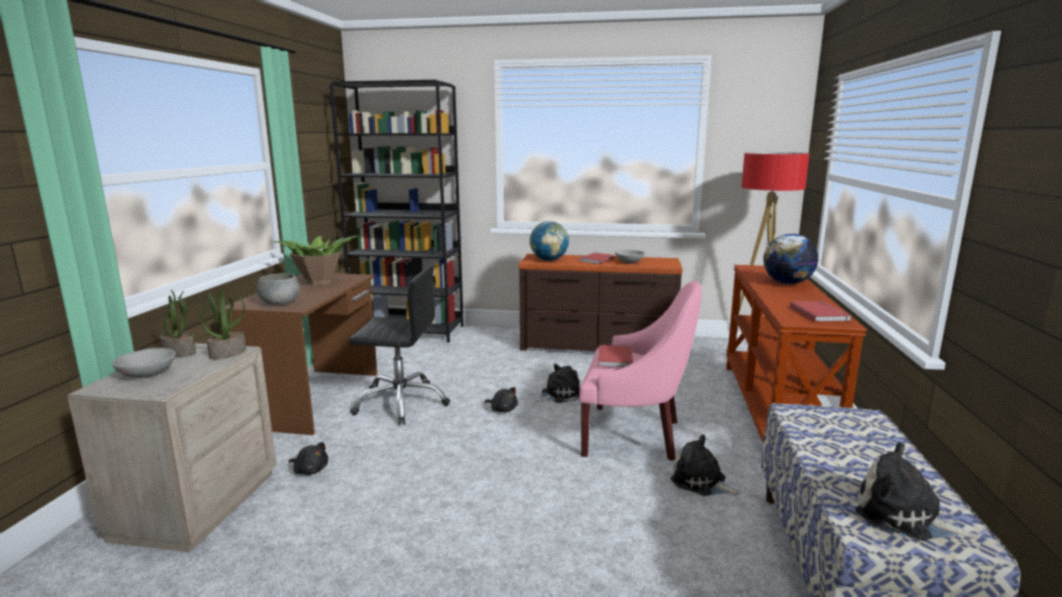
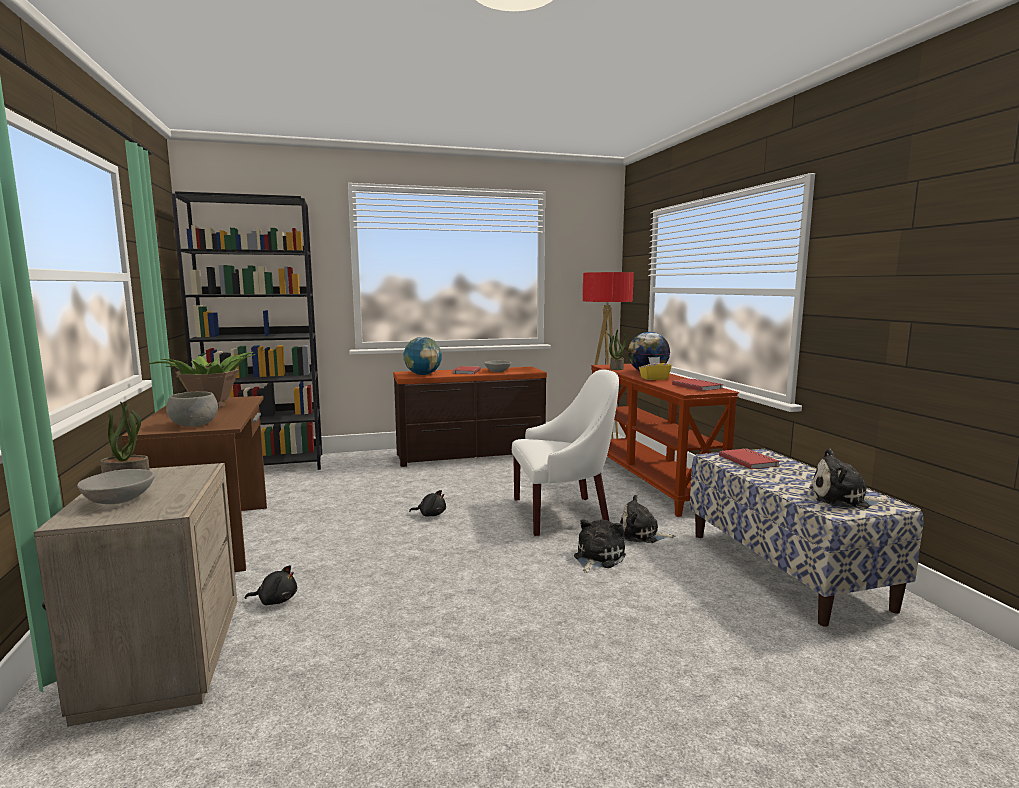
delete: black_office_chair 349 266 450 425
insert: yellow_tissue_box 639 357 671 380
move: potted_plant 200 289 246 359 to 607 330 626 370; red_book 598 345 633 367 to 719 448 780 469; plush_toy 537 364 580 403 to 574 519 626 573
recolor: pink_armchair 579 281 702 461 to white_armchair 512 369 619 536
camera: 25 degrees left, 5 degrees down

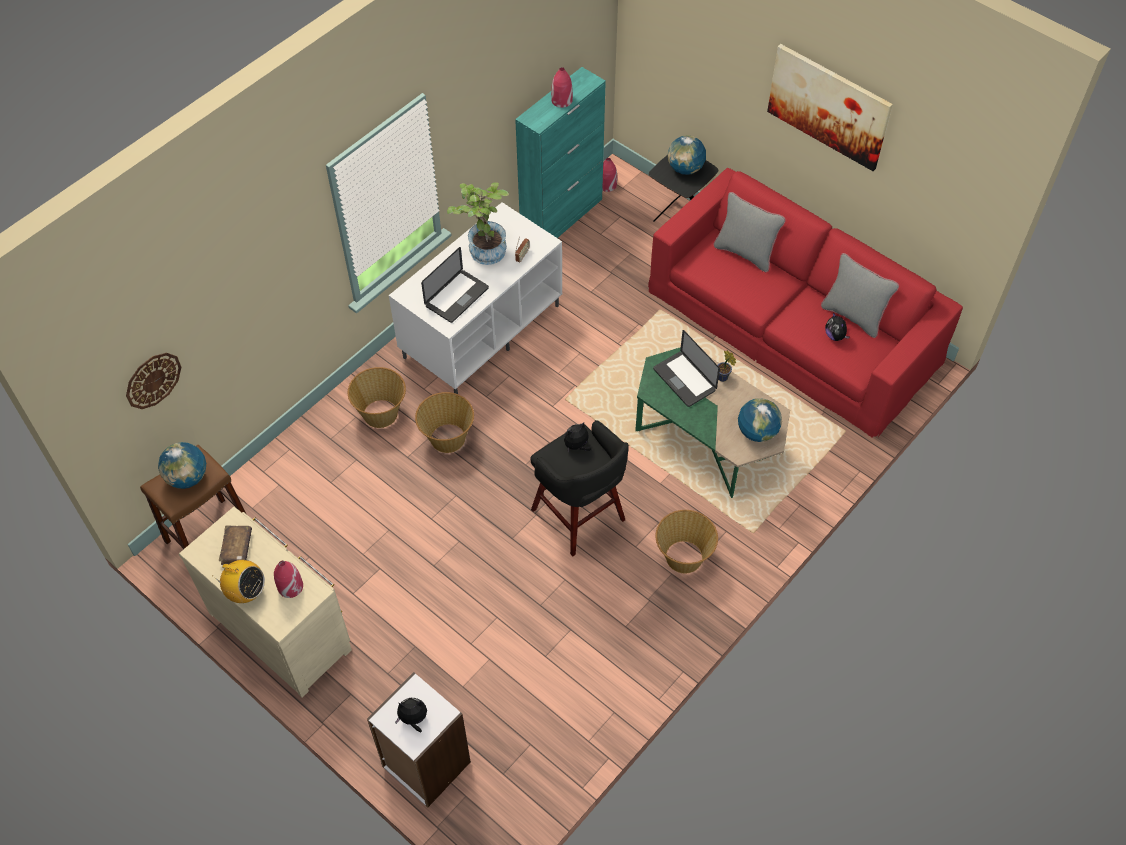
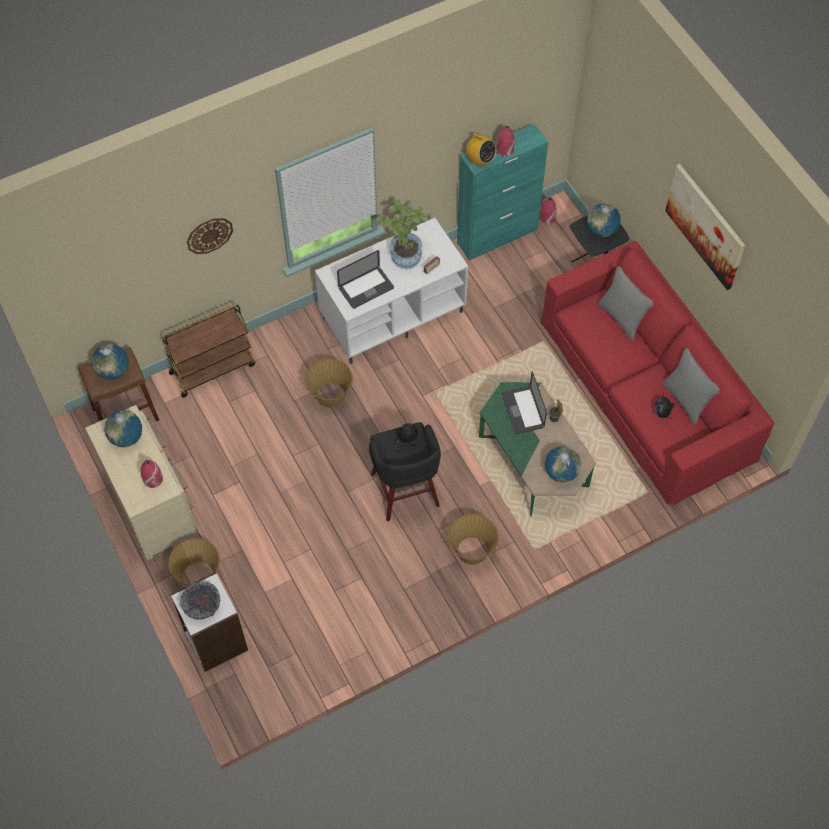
insert: brown_cart 162 305 255 398
move: wall_clock 126 352 181 409 to 187 218 233 254; basket 348 367 406 428 to 168 538 220 586; radio 213 560 265 603 to 466 133 496 166
replace: brown_book 219 526 252 565 to globe 104 410 142 447; plush_toy 395 698 427 732 to bowl 180 581 220 619
camera: 20 degrees right, 5 degrees up

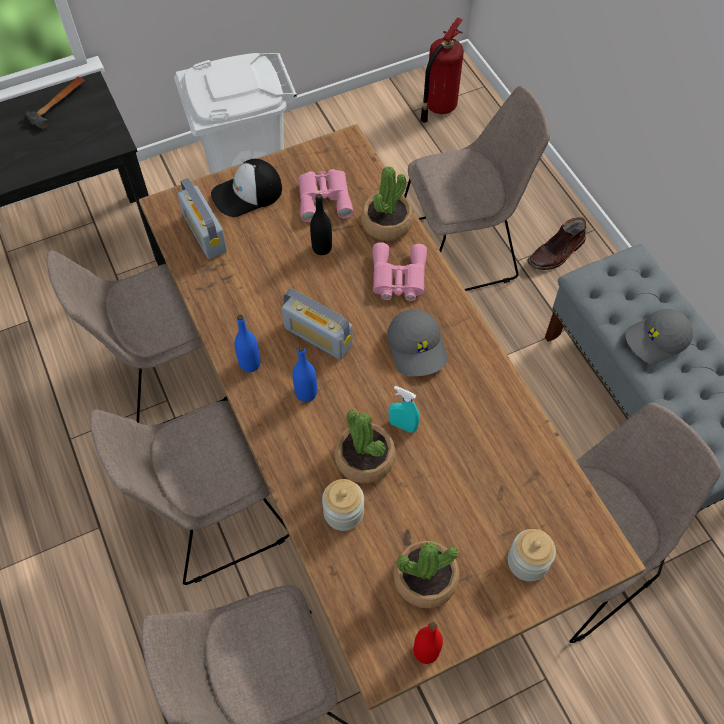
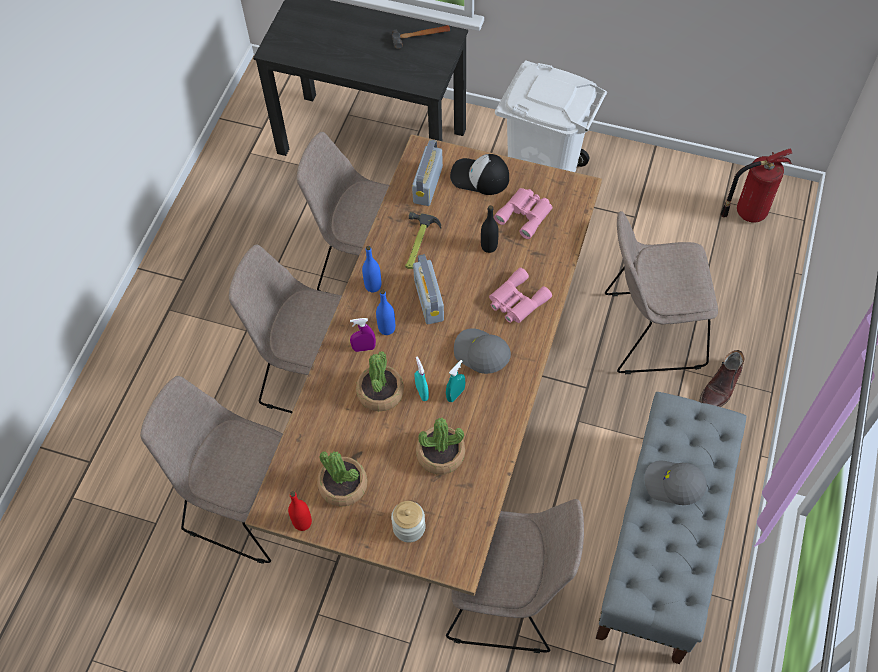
delete: jar 322 479 364 531
insert: hammer 405 212 441 269; purple_spray_bottle 350 318 376 352; turquoise_spray_bottle 446 360 465 402
move: potted_plant 361 166 413 241 to 416 418 465 474
rotate: beige_chair 404 86 550 291 = 605 211 718 374 150 degrees clockwise; brown_boot 527 217 586 270 = 699 350 744 407 60 degrees counterclockwise; grey_cap 387 309 448 376 = 454 328 511 374 105 degrees clockwise
camera: 45 degrees right, 0 degrees up

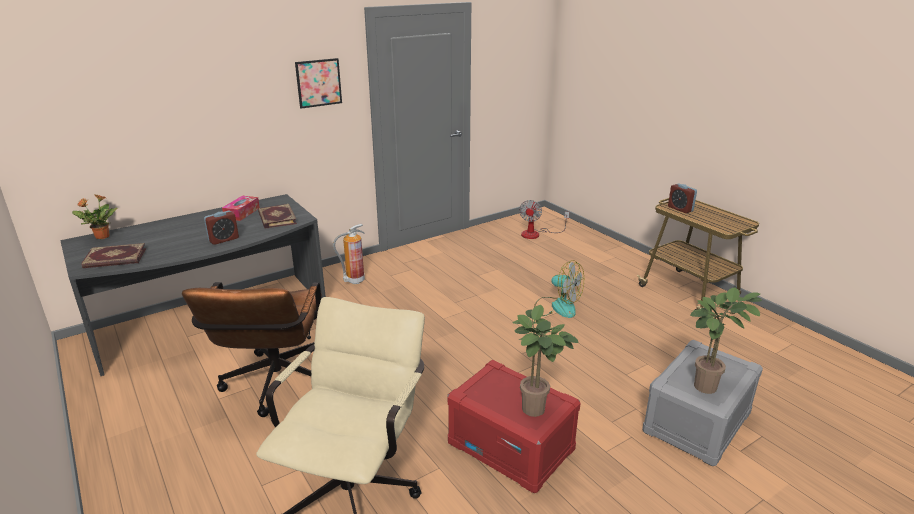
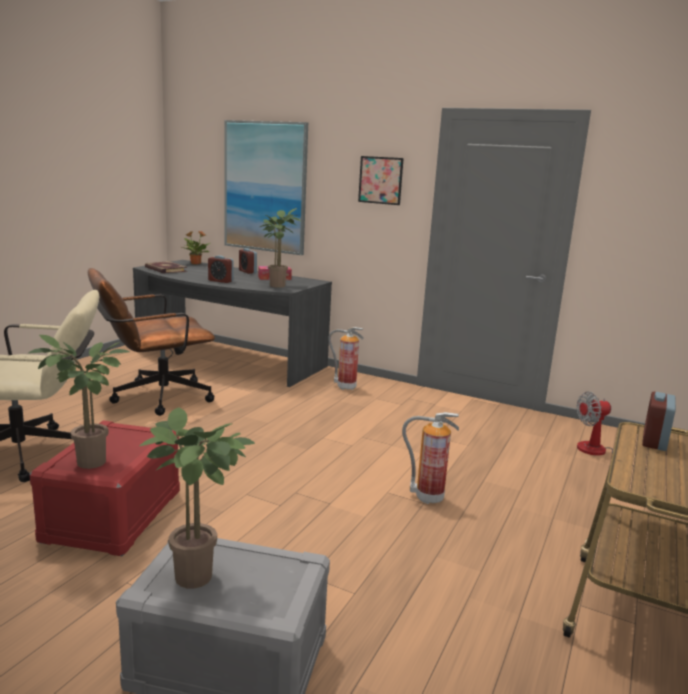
insert: picture 224 120 308 255; alarm_clock 239 248 257 274
replace: book 258 204 297 229 to potted_plant 260 208 301 288; fan 534 260 584 318 to fire_extinguisher 402 412 459 504
camera: 60 degrees right, 10 degrees down

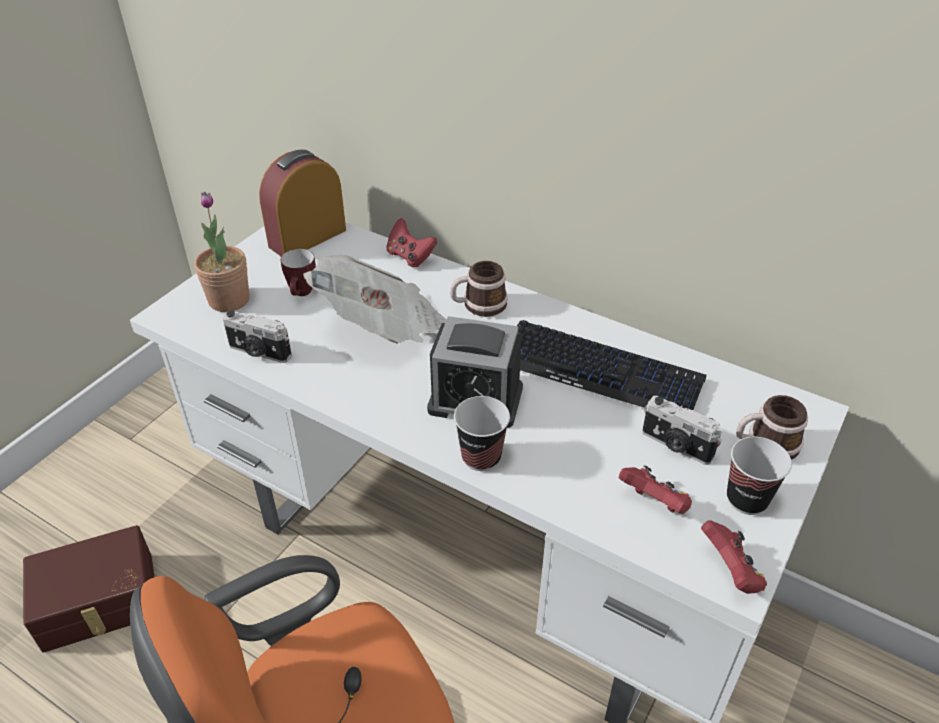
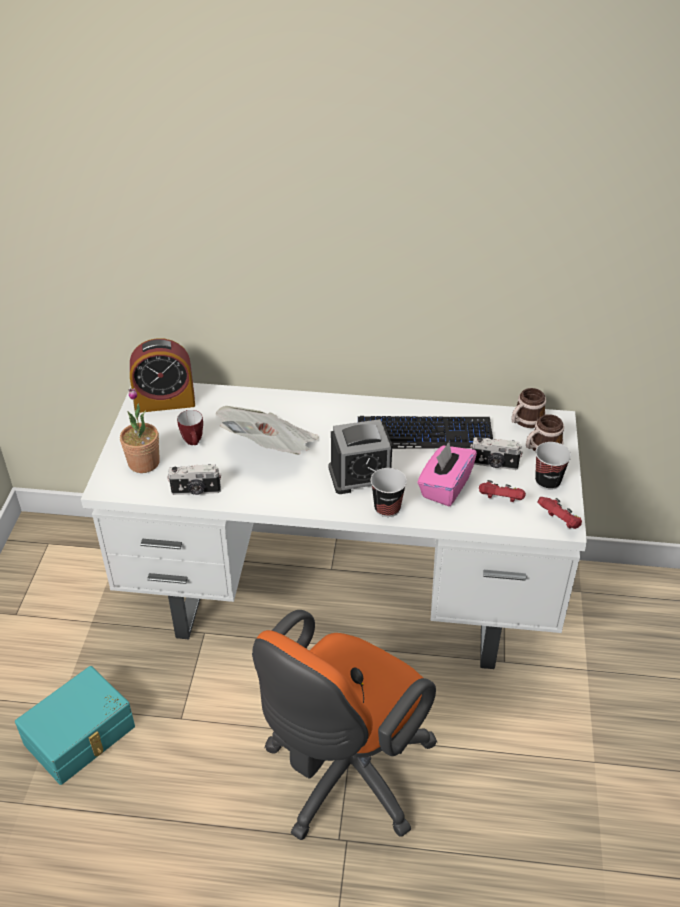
delete: red_game_controller 386 218 437 267
insert: pink_tissue_box 417 442 477 506
move: mug 450 261 508 317 to 511 388 546 428
recolor: brown_storage_box 23 525 154 653 to turquoise_storage_box 15 666 135 785
rotate: alarm_clock 259 150 346 257 = 130 338 195 413 120 degrees counterclockwise
camera: 25 degrees left, 0 degrees up

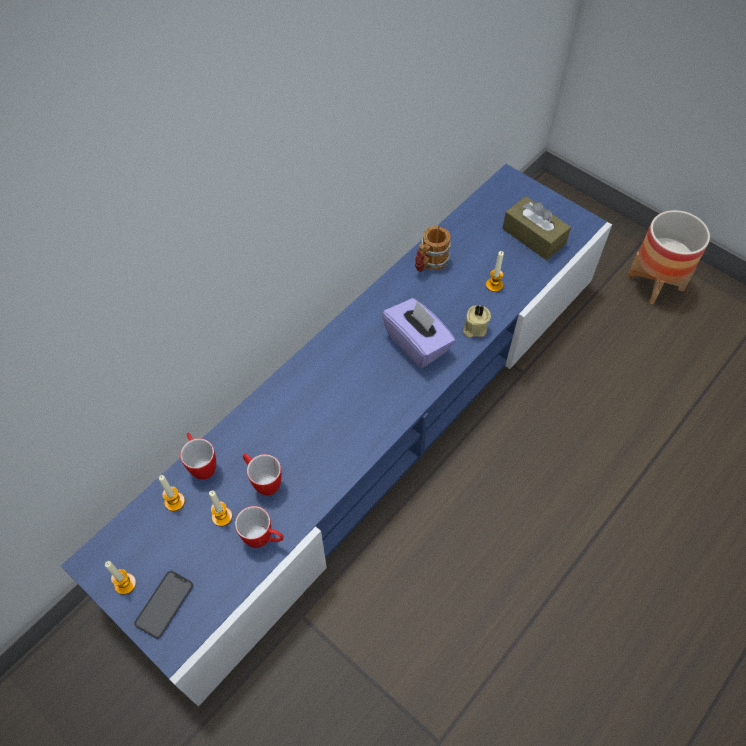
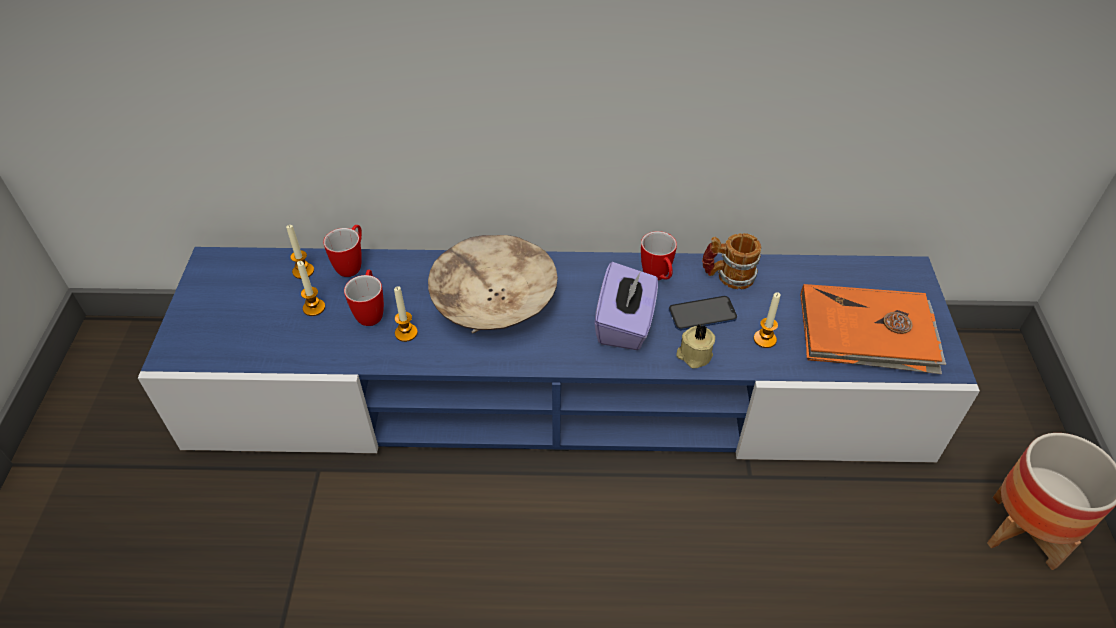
insert: beige_bowl 428 235 558 334
move: mug 235 506 284 548 to 641 231 677 280; candle 105 561 136 595 to 394 286 418 342; phone 134 571 193 639 to 669 296 737 331
replace: brown_tissue_box 502 196 571 260 to orange_book 800 284 946 374
camera: 50 degrees right, 10 degrees down

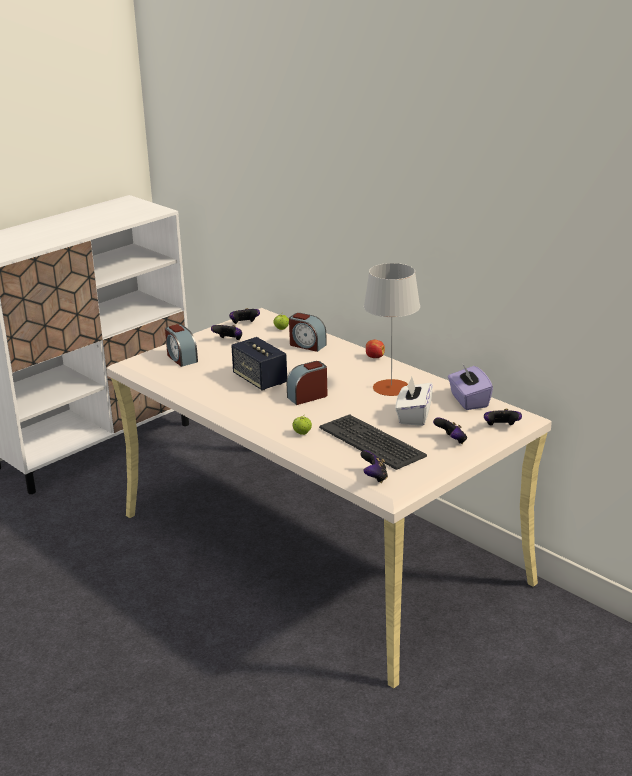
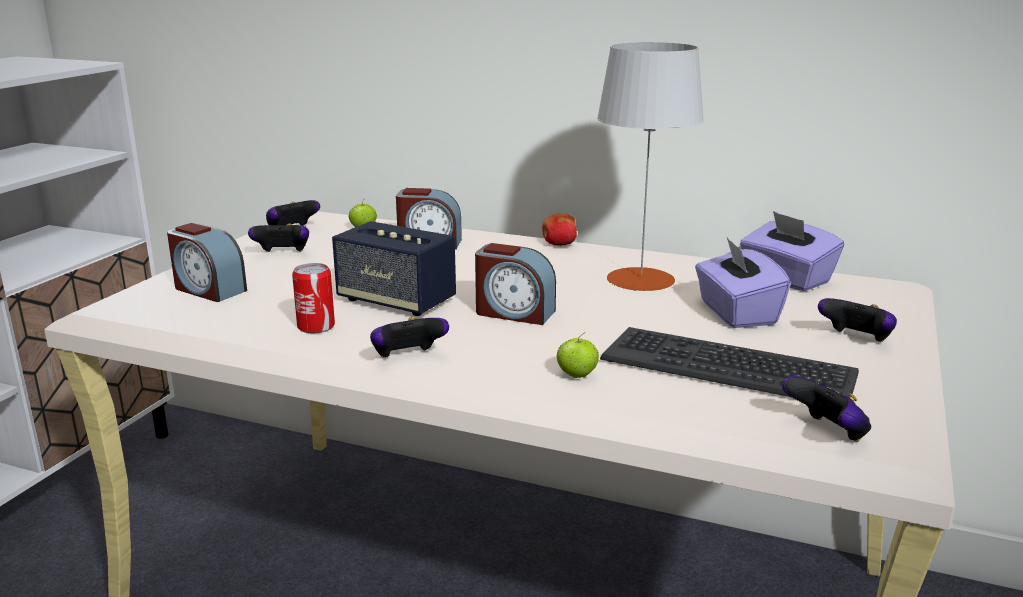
insert: can 292 263 335 333
move: game_controller 484 409 522 426 to 370 316 449 358
recolor: white_tissue_box 396 377 433 426 to purple_tissue_box 695 238 791 328
rotate: alarm_clock 286 361 328 405 = 475 243 556 325 105 degrees counterclockwise
camera: 25 degrees left, 5 degrees down

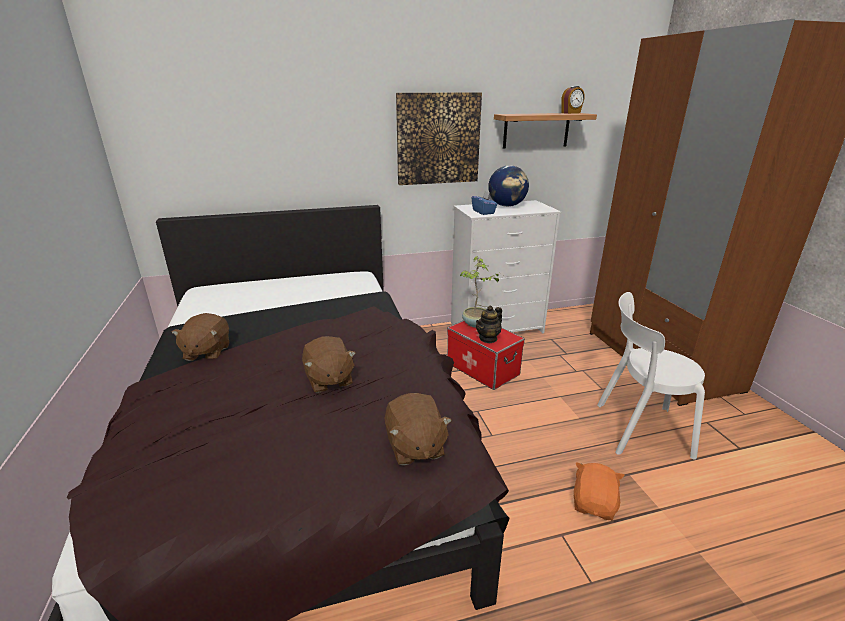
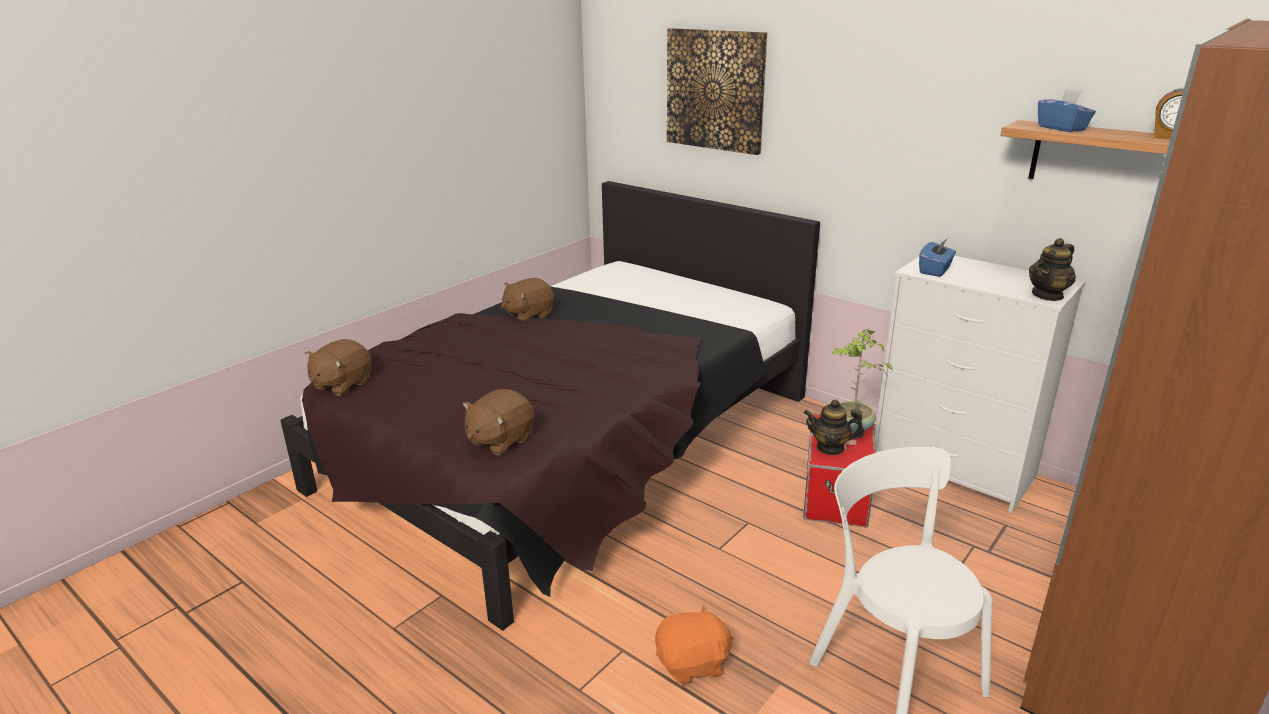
delete: globe 488 165 529 207
insert: blue_tissue_box 1038 89 1096 132; teapot 1029 238 1076 301
move: picture 396 92 482 185 to 667 28 767 155; brown_plush_toy 302 336 356 393 to 305 339 372 396
camera: 55 degrees right, 0 degrees up

